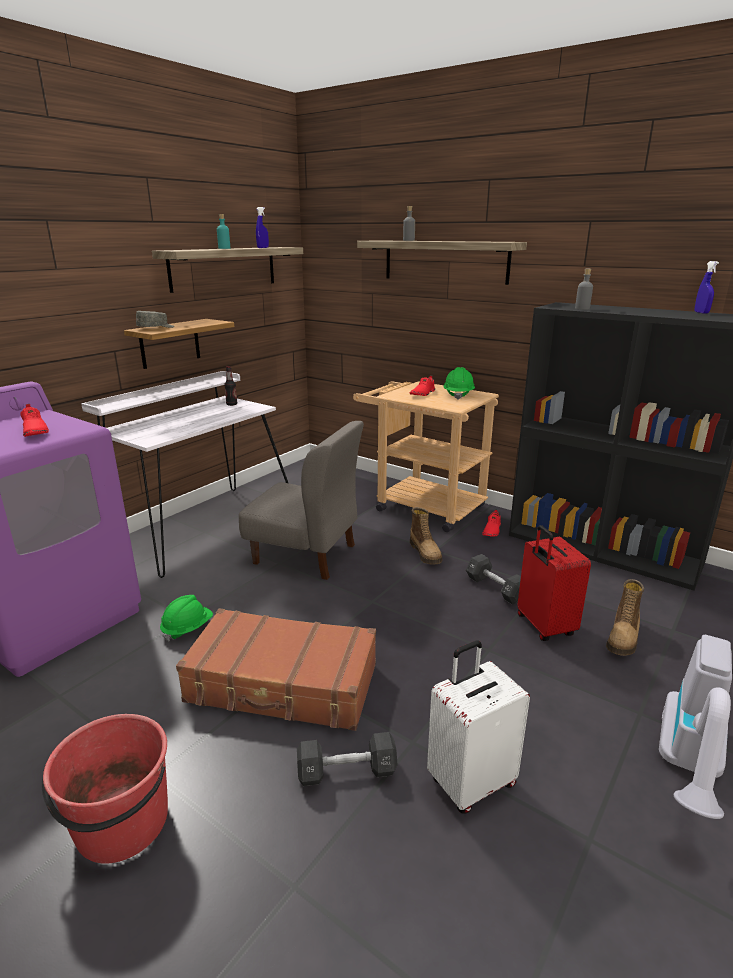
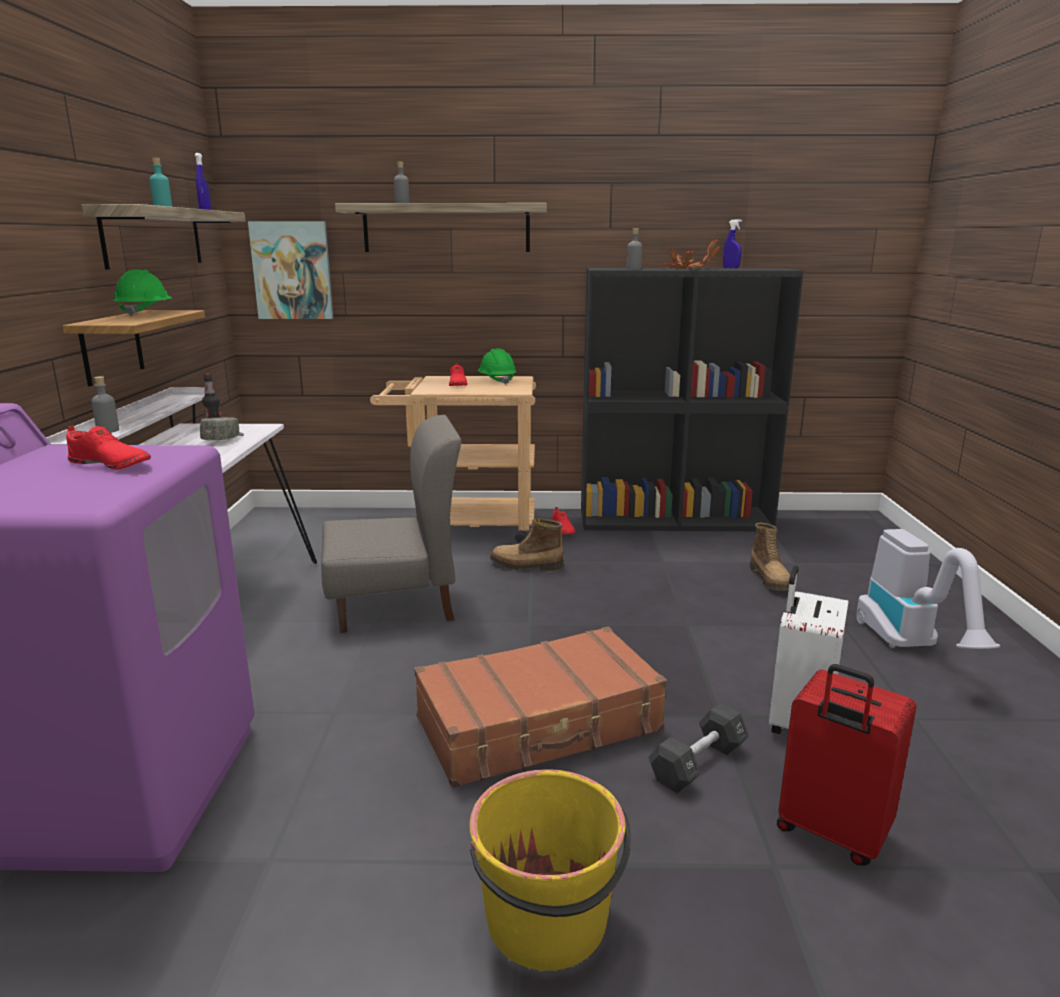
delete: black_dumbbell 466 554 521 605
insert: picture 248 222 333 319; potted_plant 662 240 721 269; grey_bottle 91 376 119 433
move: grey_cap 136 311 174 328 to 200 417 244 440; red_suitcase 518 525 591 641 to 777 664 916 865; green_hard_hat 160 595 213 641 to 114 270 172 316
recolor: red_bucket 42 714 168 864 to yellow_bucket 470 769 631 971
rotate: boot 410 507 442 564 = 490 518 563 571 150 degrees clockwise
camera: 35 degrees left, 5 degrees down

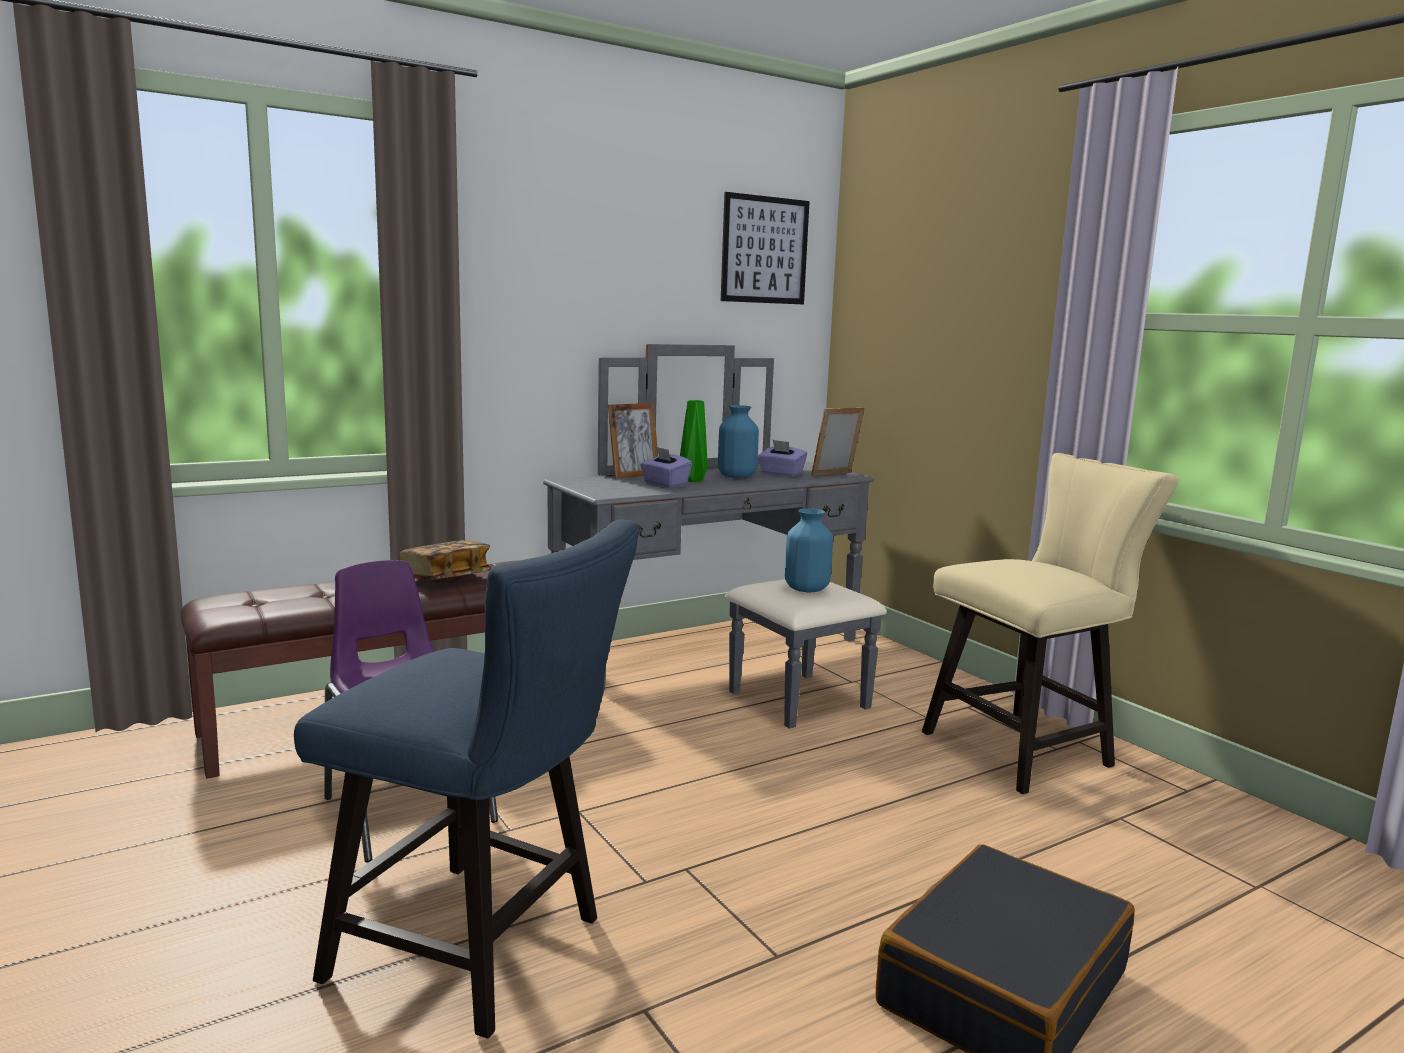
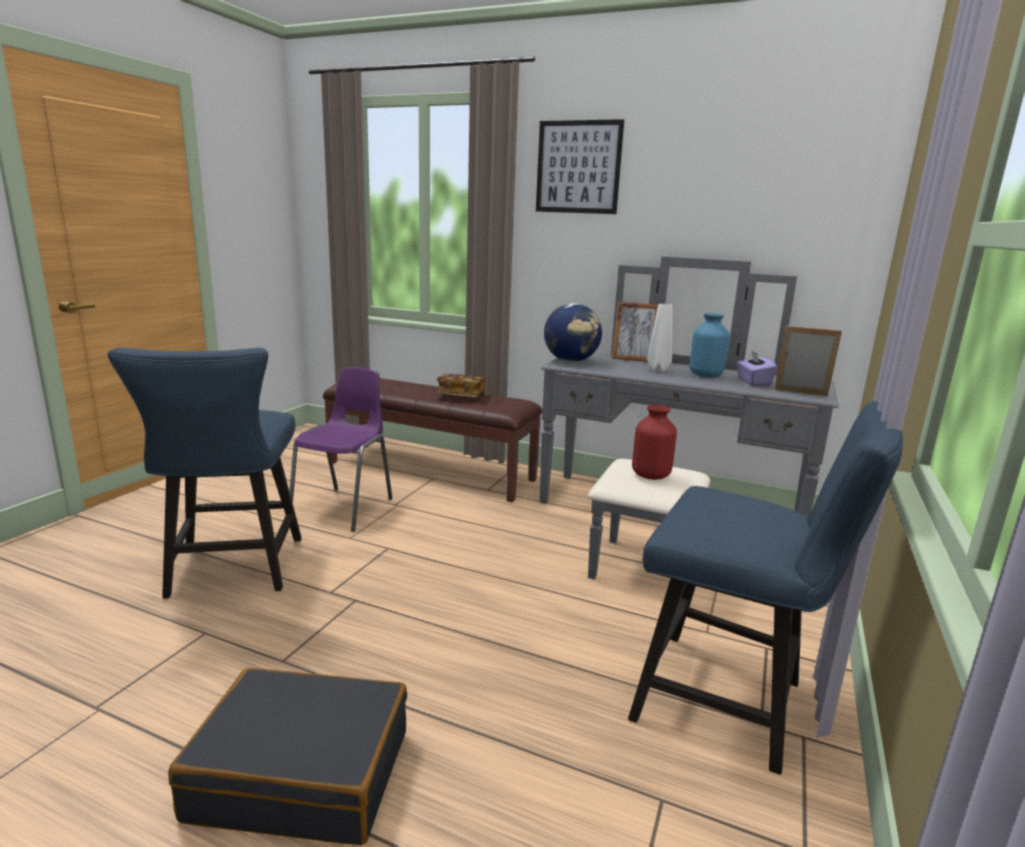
delete: purple_tissue_box 640 447 692 488
insert: globe 544 303 602 362
move: picture 721 192 810 304 to 536 119 624 214
recolor: green_vase 680 400 708 482 to white_vase 647 304 673 372; beige_chair 922 453 1179 794 to blue_chair 628 401 903 775; blue_vase 785 508 833 592 to red_vase 632 405 677 480
camera: 55 degrees right, 5 degrees up

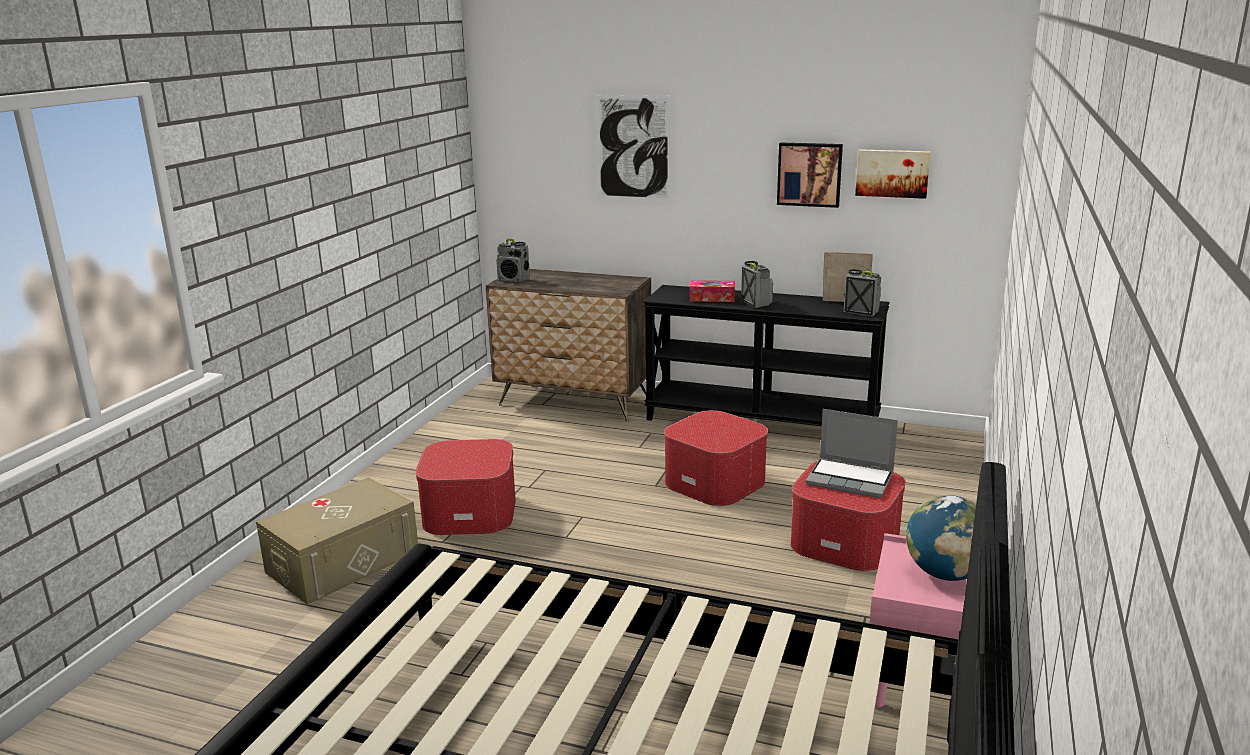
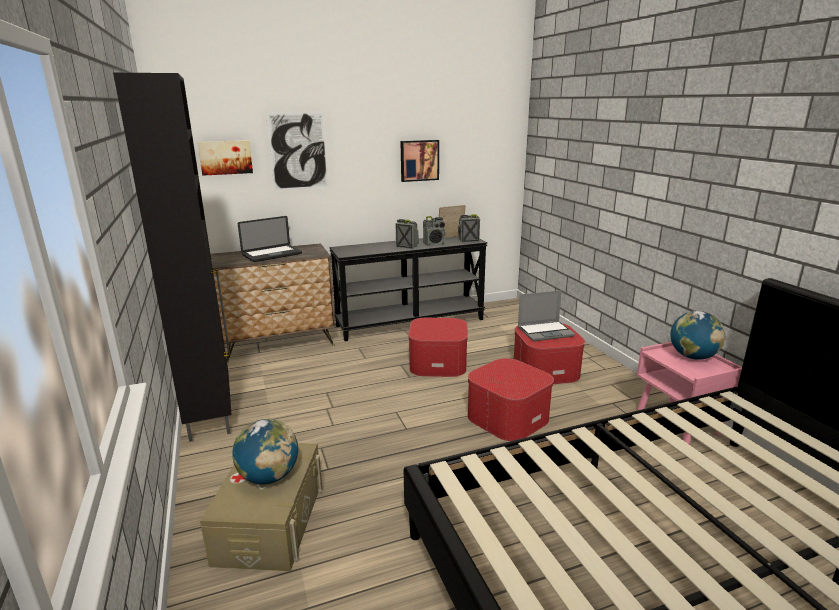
delete: tissue_box 690 280 735 302
insert: black_cabinet 113 73 232 442; laptop 238 216 302 262; globe 232 419 298 484
move: picture 855 149 931 199 to 197 140 253 176; radio 496 238 530 282 to 423 216 445 246; ottoman 416 439 516 535 to 467 358 554 441
camera: 40 degrees left, 0 degrees up

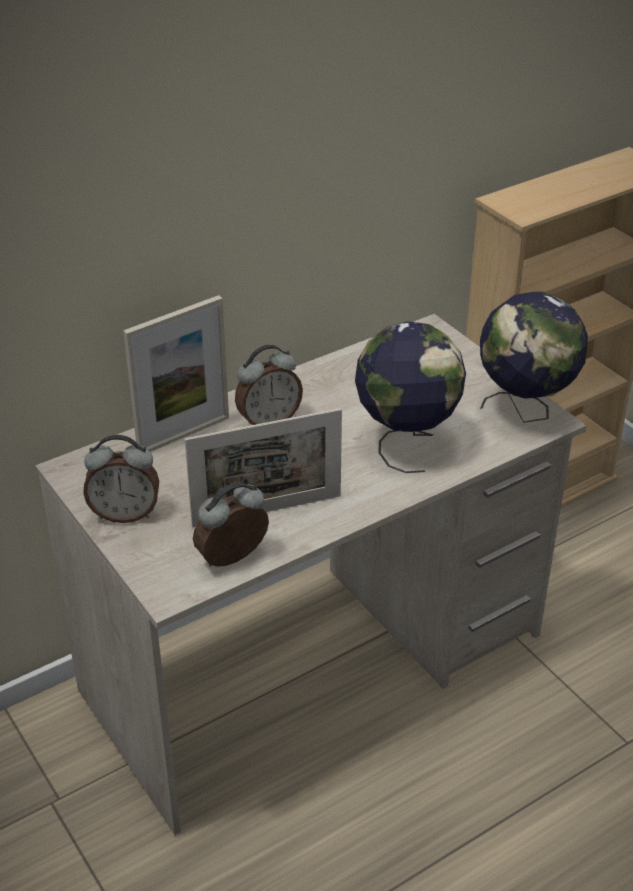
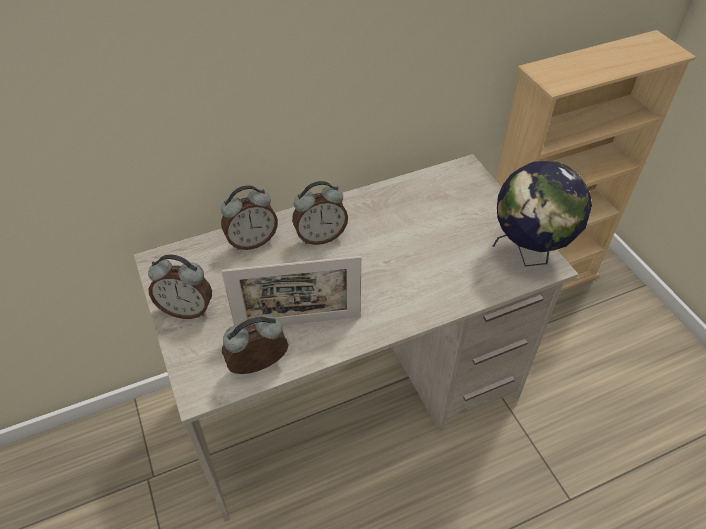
delete: globe 355 321 466 473
replace: picture_frame 123 295 229 452 to alarm_clock 221 185 278 250
camera: 10 degrees right, 10 degrees up

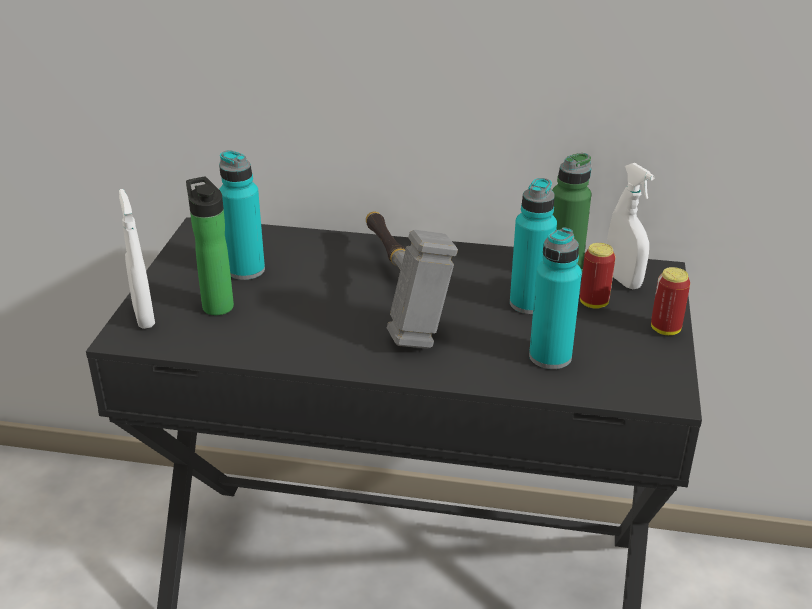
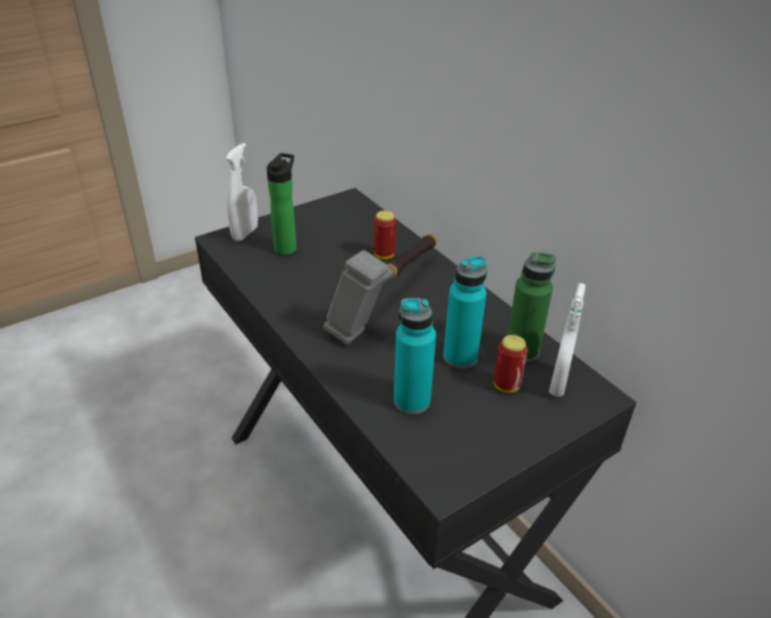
delete: turquoise_bottle 219 150 265 280
move: can 651 267 690 335 to 374 210 396 259
camera: 45 degrees right, 5 degrees up

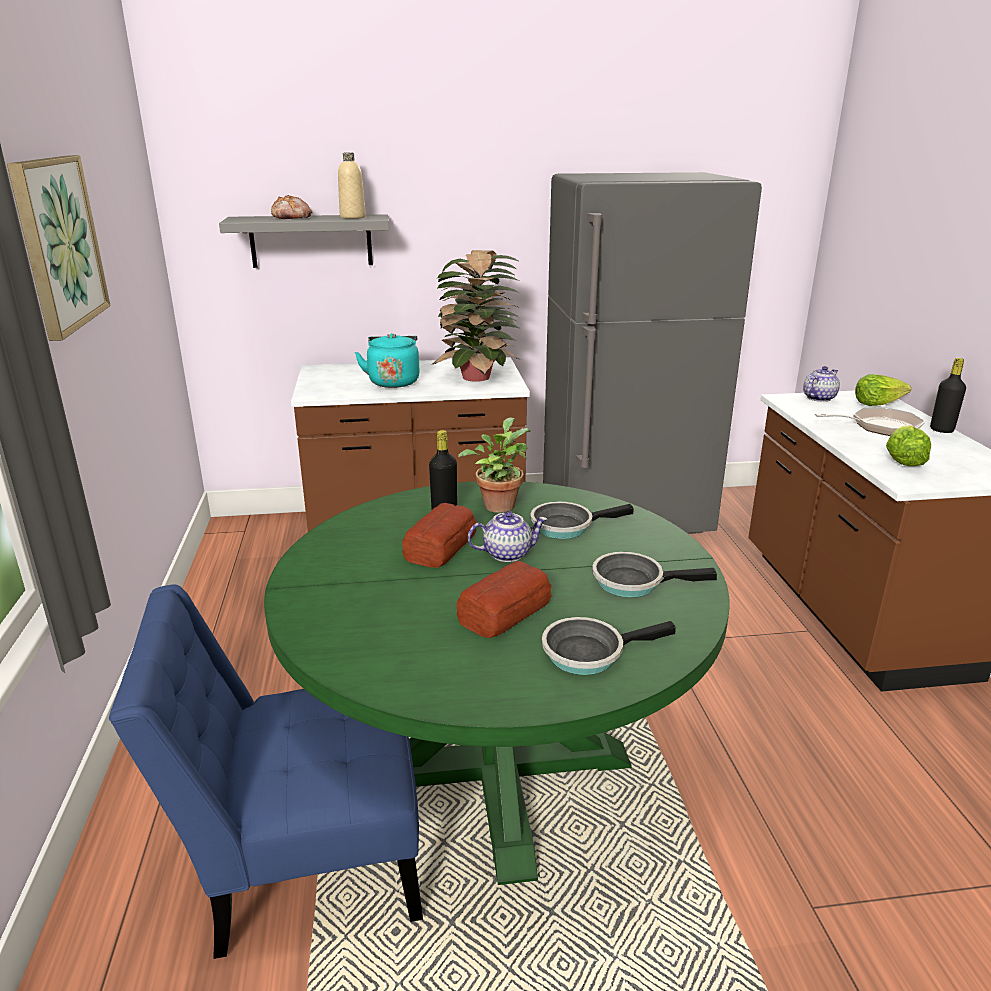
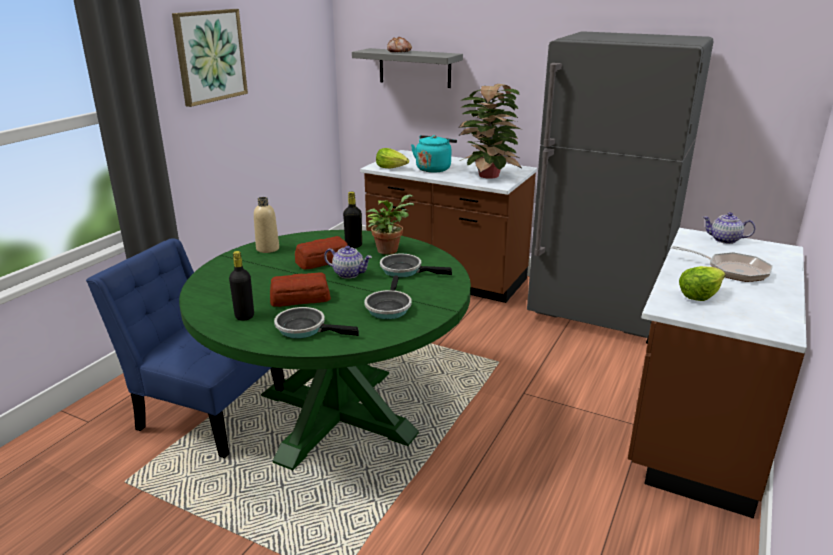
move: beige_bottle 338 152 366 219 to 254 197 279 253; black_bottle 930 358 966 433 to 229 251 254 321; lettuce 855 374 911 406 to 376 148 409 168
rotate: teapot 803 366 840 402 = 703 212 755 244 150 degrees counterclockwise; frying_pan 592 552 717 598 = 364 276 412 319 120 degrees counterclockwise
camera: 35 degrees right, 0 degrees up

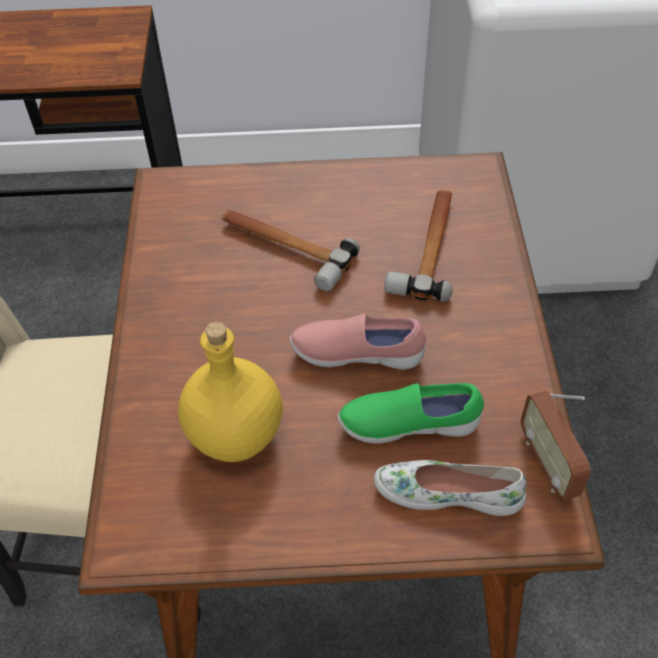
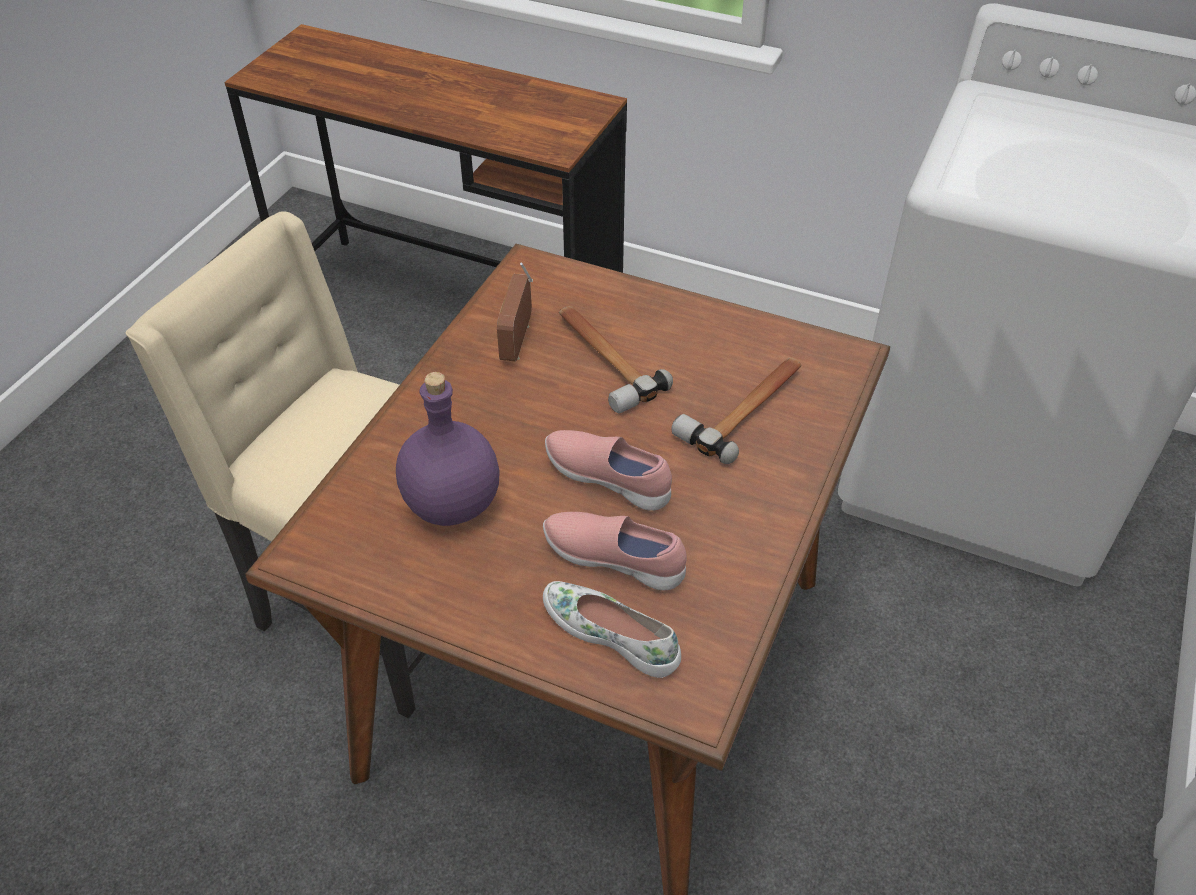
move: radio 521 390 591 501 to 497 262 533 362
recolor: yellow_bottle 178 321 283 462 to purple_bottle 396 372 499 526; green_shoe 337 383 484 443 to pink_shoe 543 512 687 590
camera: 25 degrees right, 5 degrees down

